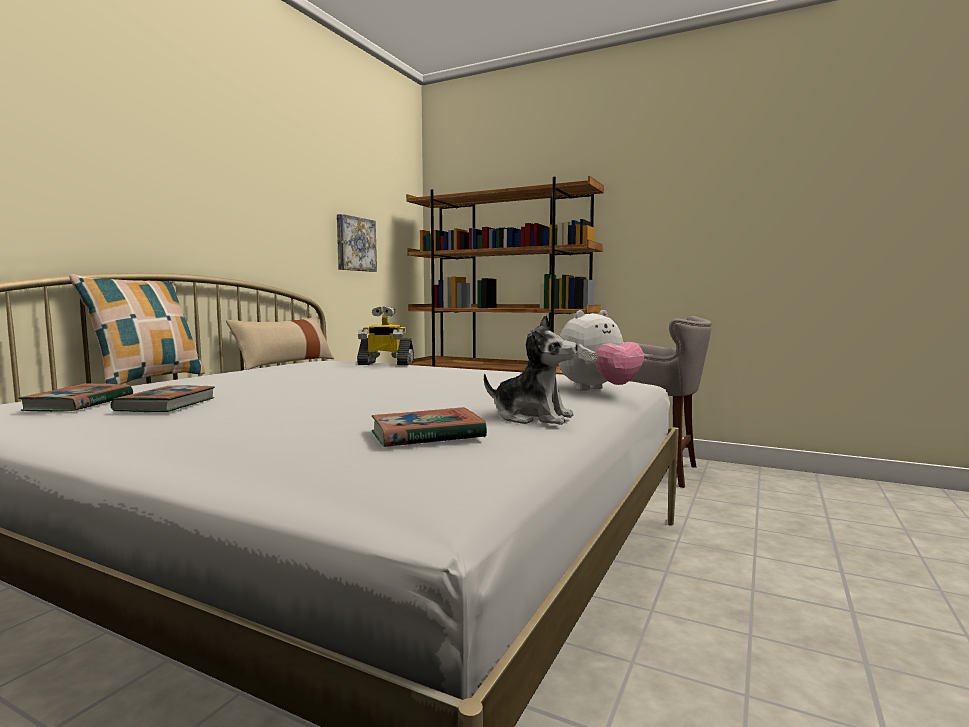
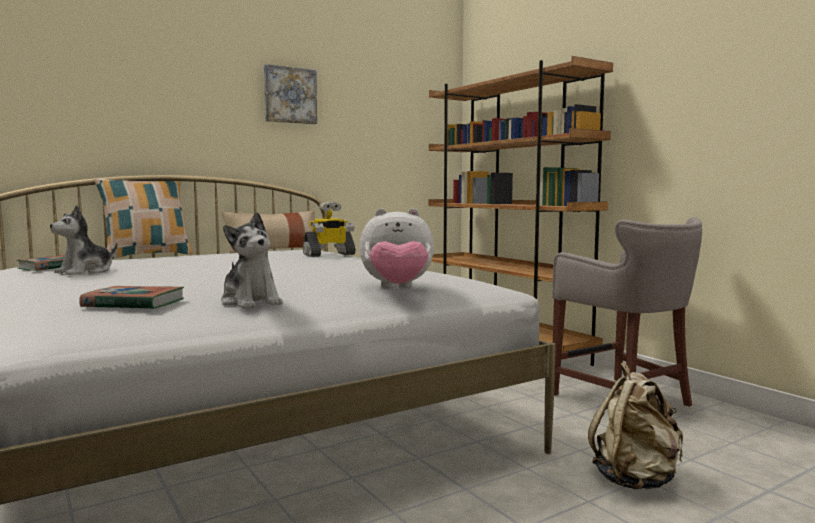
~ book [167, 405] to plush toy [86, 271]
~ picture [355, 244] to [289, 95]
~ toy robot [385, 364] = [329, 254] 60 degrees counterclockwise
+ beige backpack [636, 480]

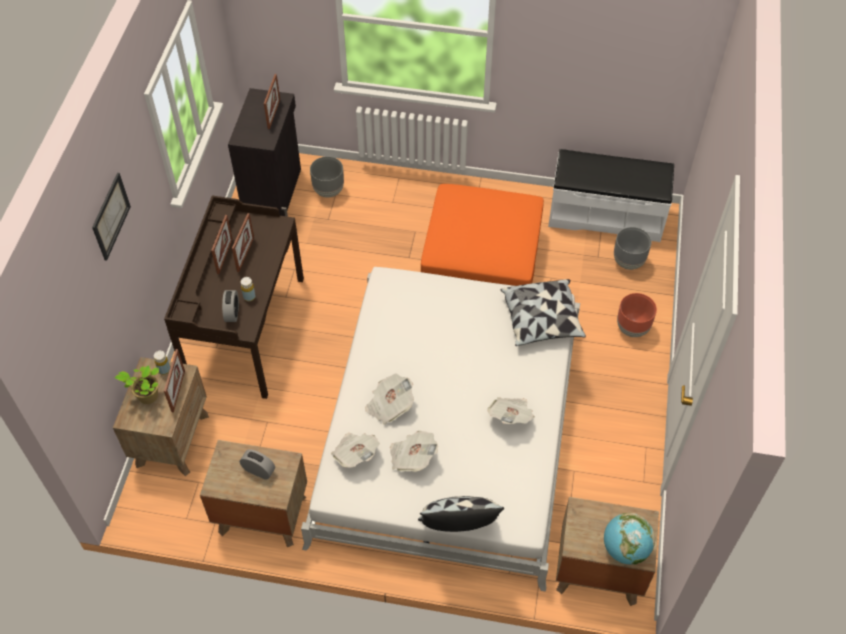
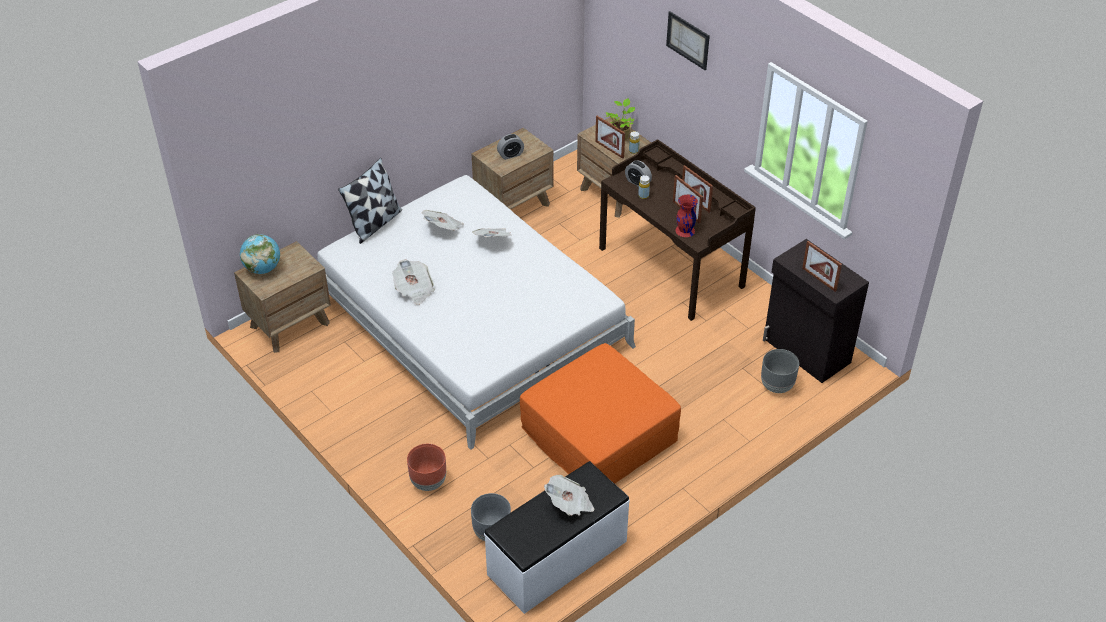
~ newspaper [355, 454] to [569, 504]
- pillow [542, 320]
+ red vase [684, 231]

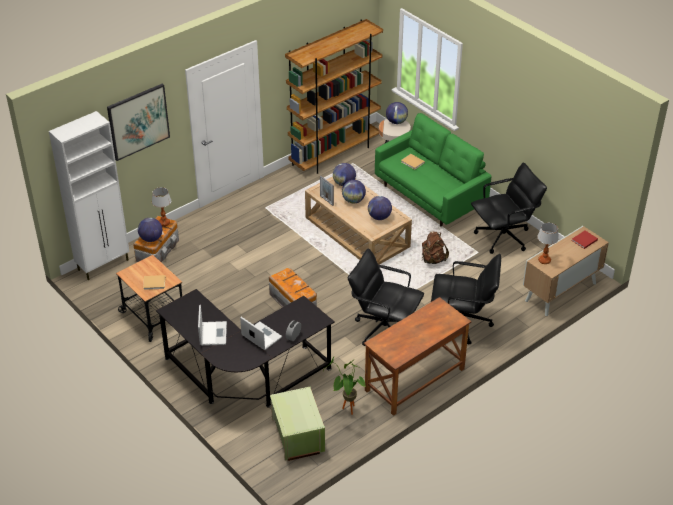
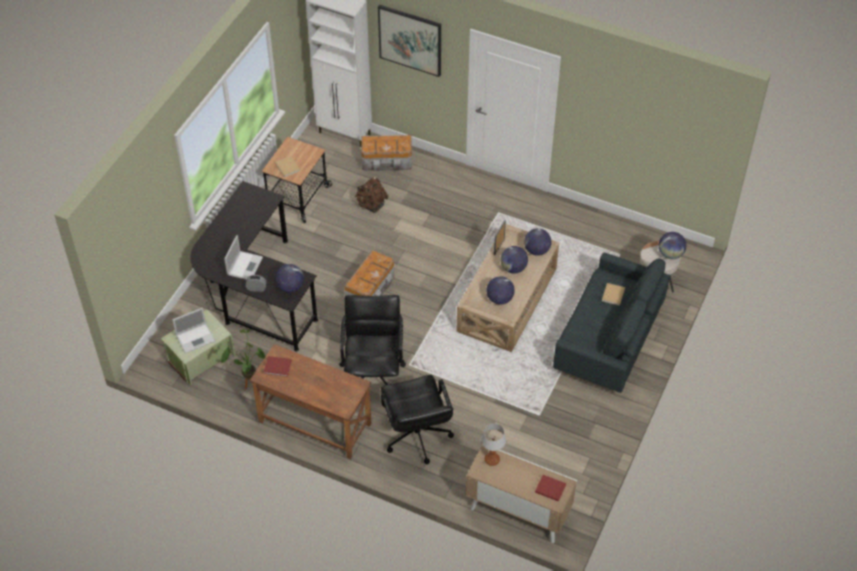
~ globe [151, 239] to [290, 287]
- table lamp [164, 223]
~ laptop [213, 333] to [196, 337]
- brown bookcase [334, 154]
~ green sofa [430, 196] to grey sofa [608, 341]
~ brown backpack [433, 259] to [371, 204]
- black office chair [503, 237]
+ red book [278, 367]

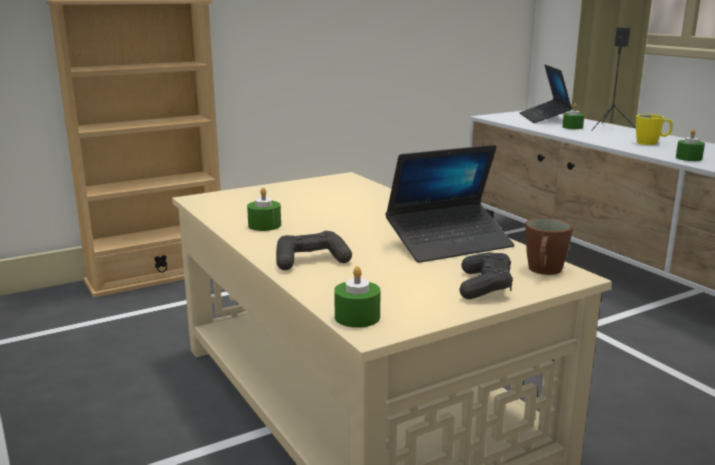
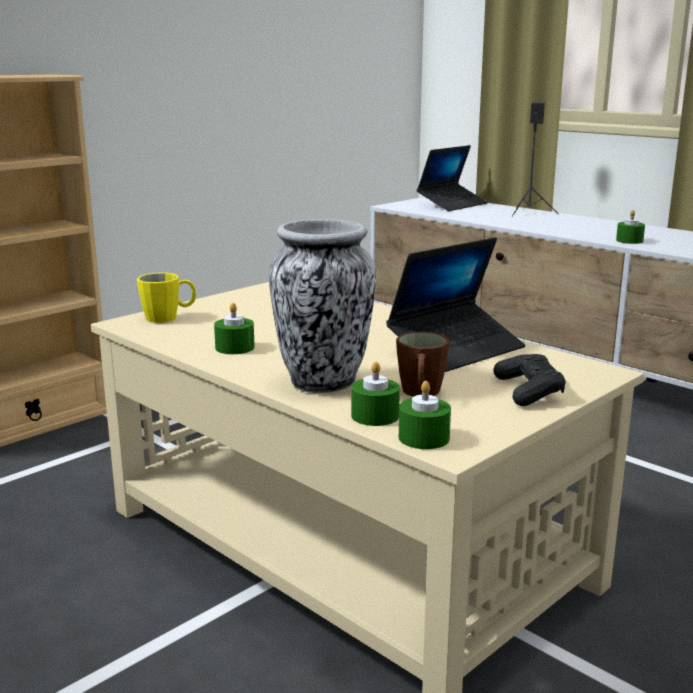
~ black game controller [311, 261] to vase [322, 383]
~ laptop [544, 118] = [452, 204] 120 degrees counterclockwise
~ brown mug [543, 271] to [420, 394]
~ green candle [572, 127] to [375, 416]
~ yellow mug [651, 143] to [168, 318]

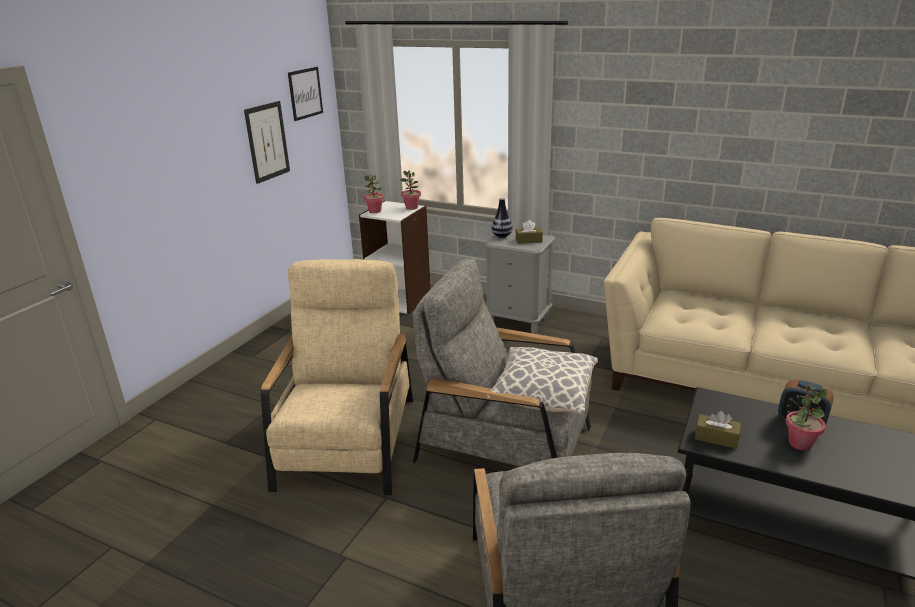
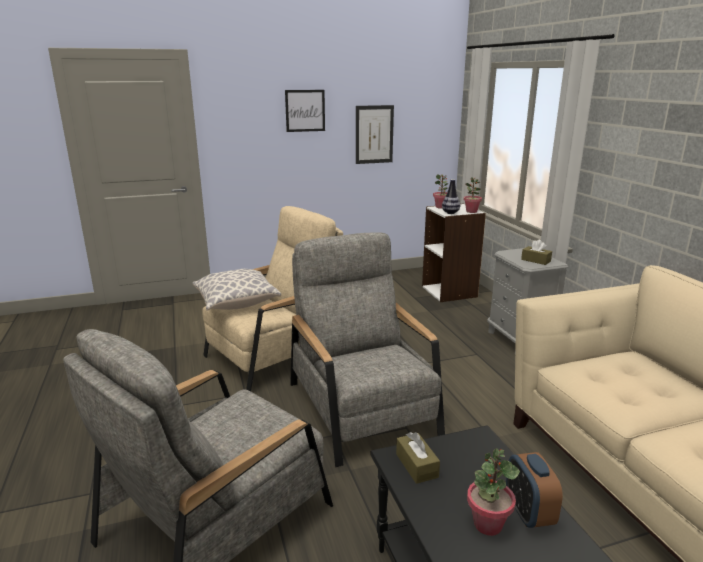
~ picture [305, 93] to [305, 110]
~ pillow [543, 395] to [236, 303]
~ vase [501, 236] to [450, 213]

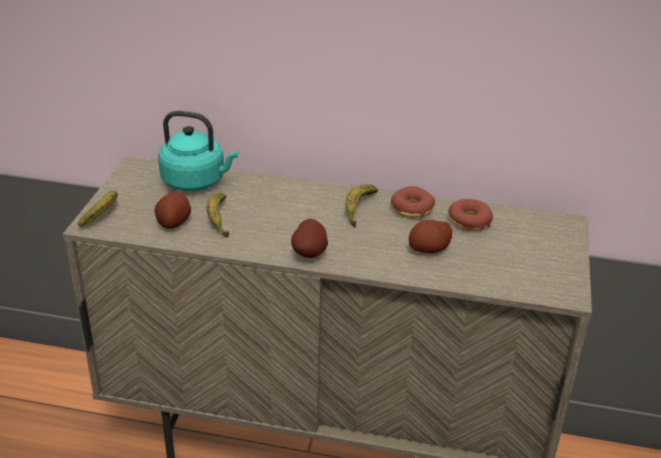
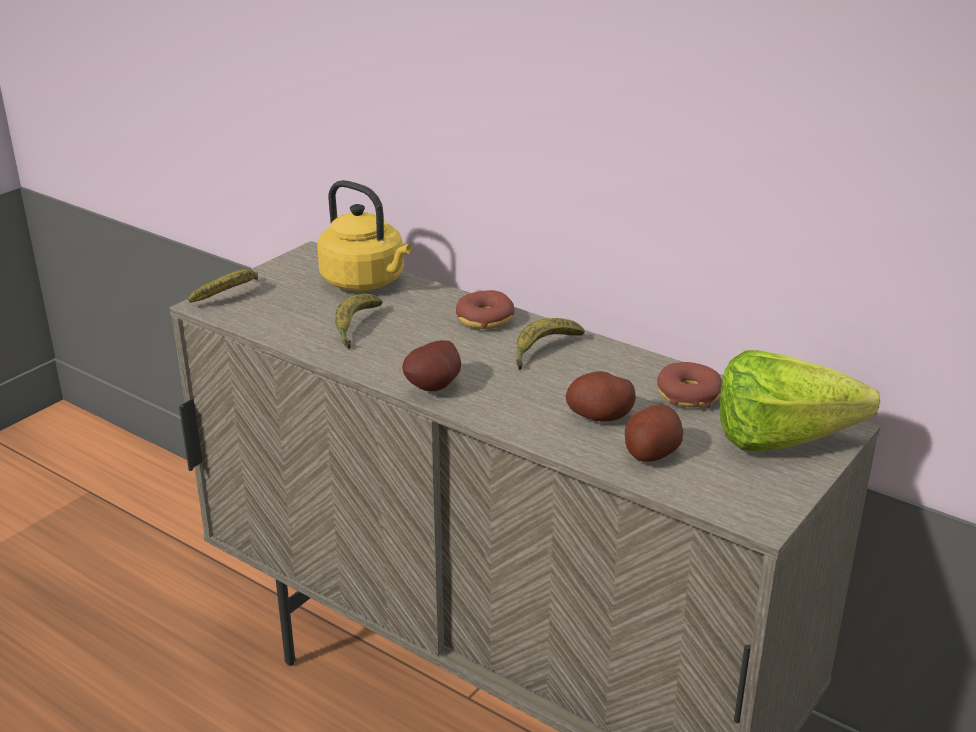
~ potato [173, 222] to [651, 452]
~ turquoise kettle [196, 181] to yellow kettle [366, 282]
~ donut [412, 208] to [485, 319]
+ lettuce [795, 442]

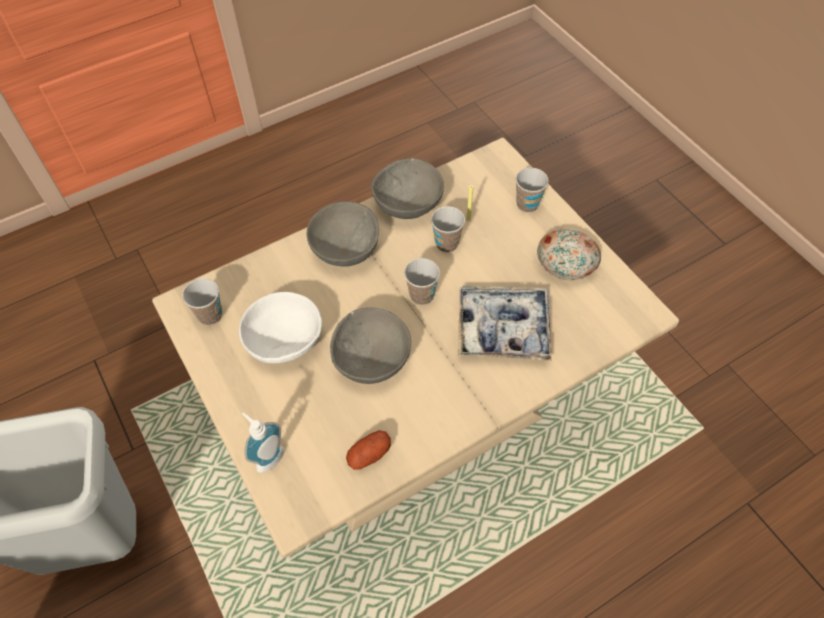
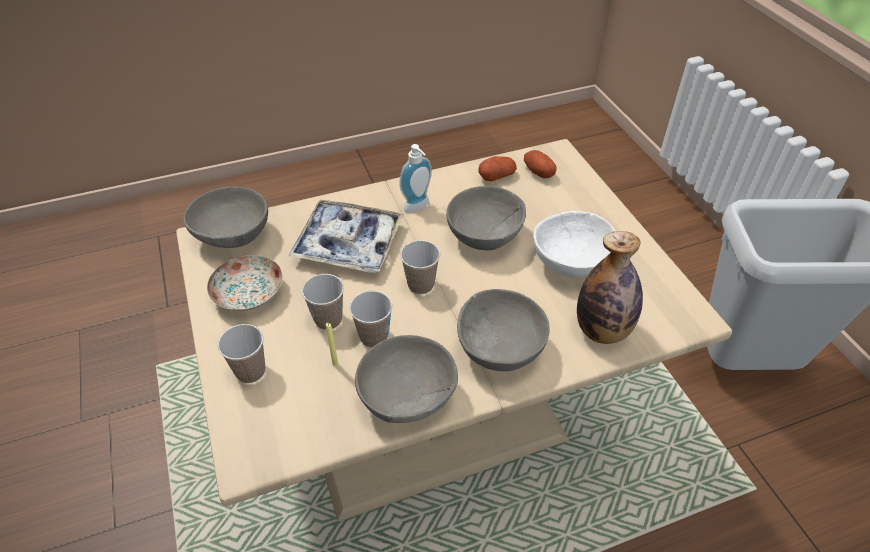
~ cup [210, 315] to [328, 319]
~ soap dispenser [267, 457] to [418, 207]
+ grey bowl [234, 236]
+ potato [538, 172]
+ bottle [602, 330]

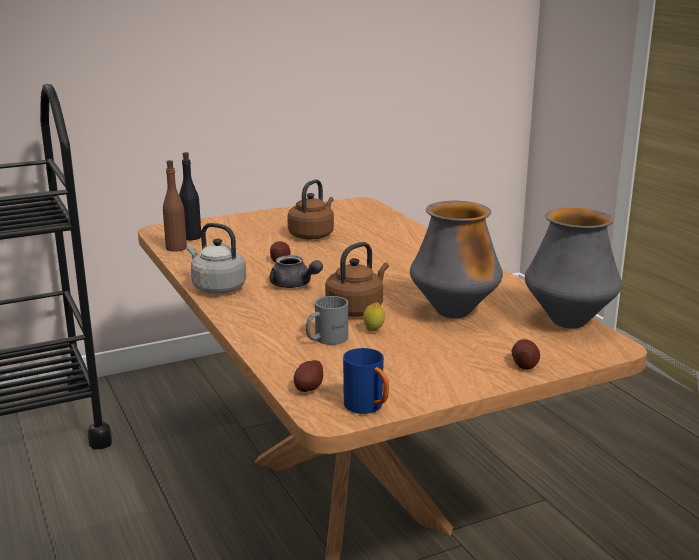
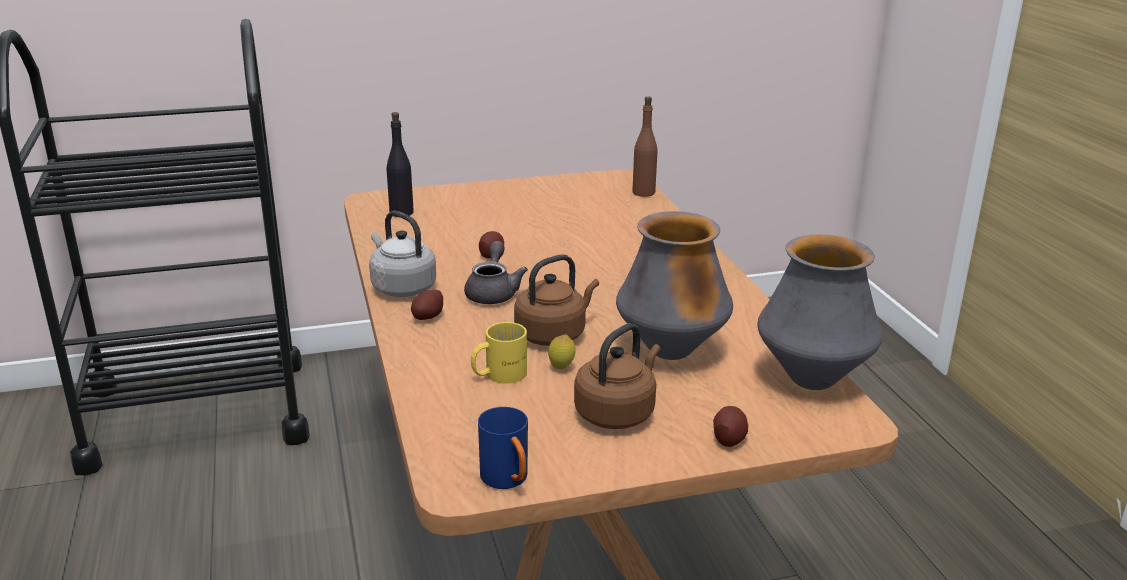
~ brown bottle [176, 248] to [643, 192]
~ grey teapot [294, 285] = [493, 292] 135 degrees counterclockwise
~ brown kettle [312, 235] to [617, 413]
~ potato [308, 388] to [427, 317]
~ grey mug [325, 339] to yellow mug [498, 374]

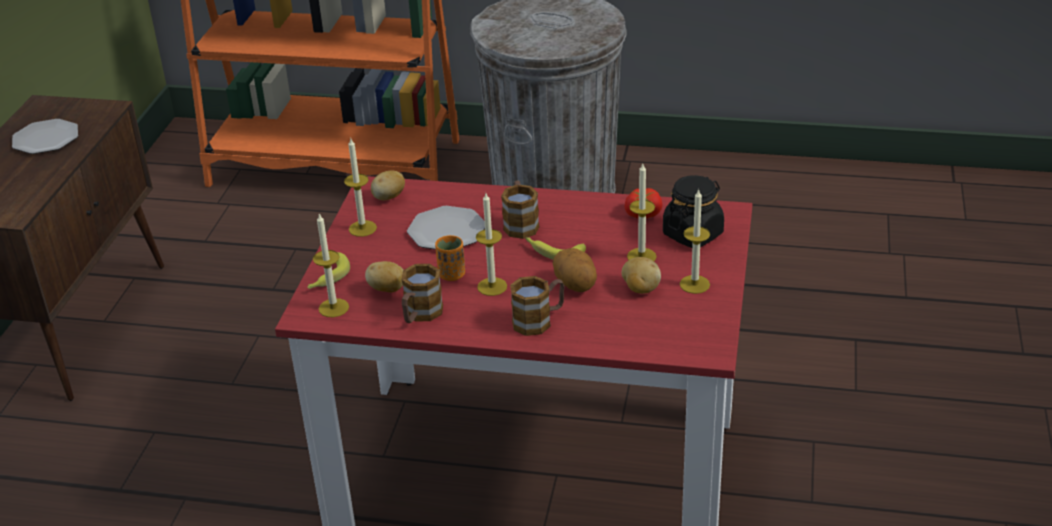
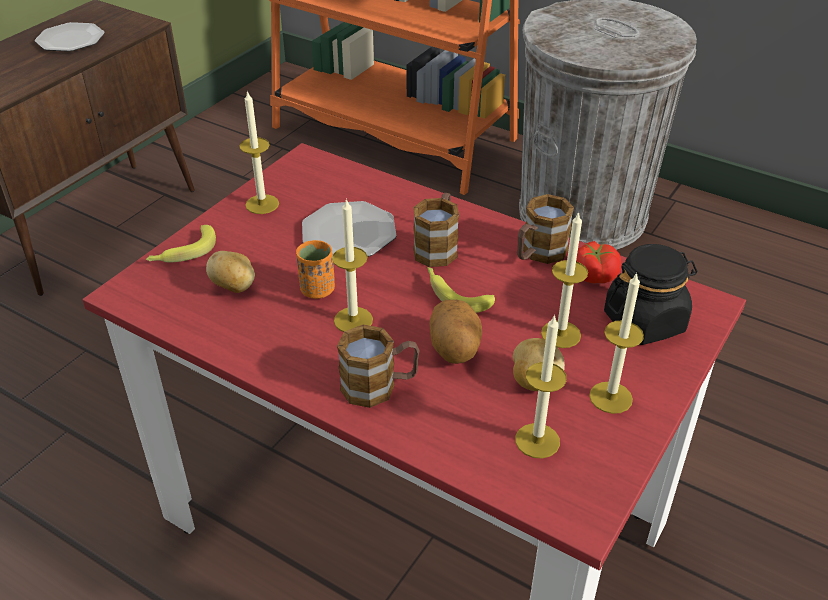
~ candle [333, 308] to [537, 440]
- potato [388, 197]
~ mug [420, 315] to [538, 254]

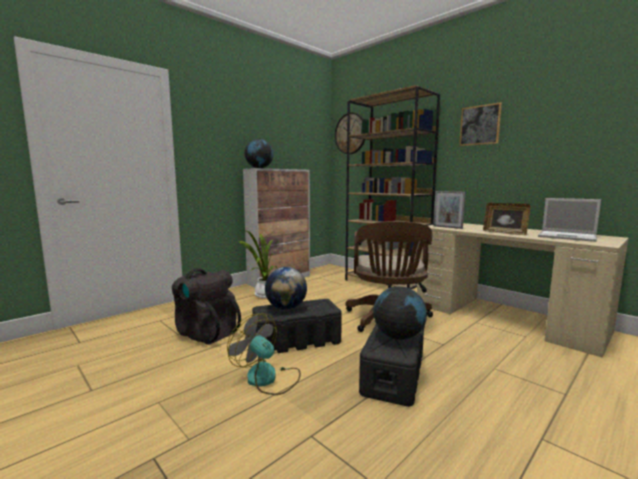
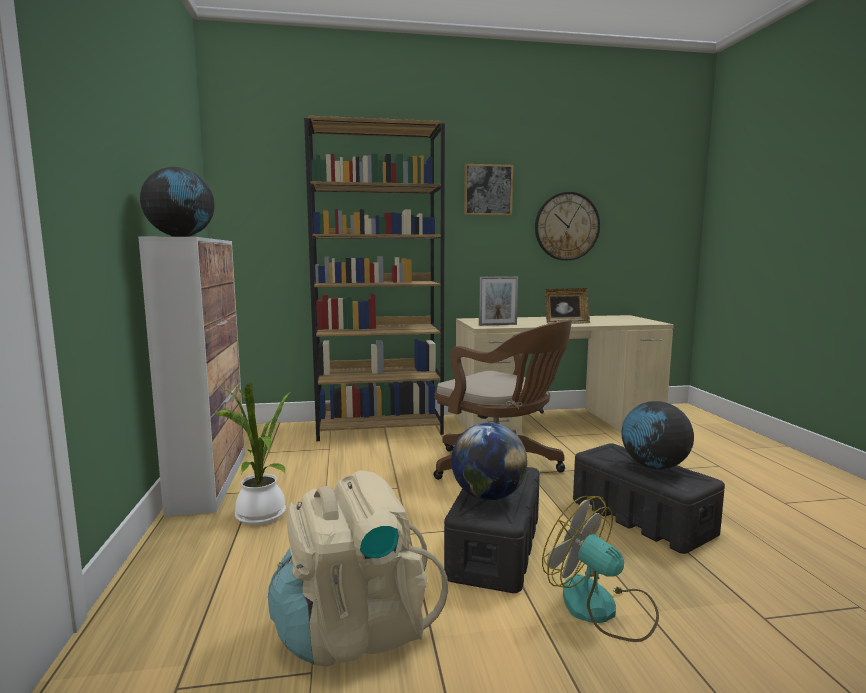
~ black backpack [205, 333] to beige backpack [355, 630]
~ fan [268, 379] = [601, 609] 60 degrees clockwise
~ wall clock [350, 133] to [566, 226]
- laptop [568, 237]

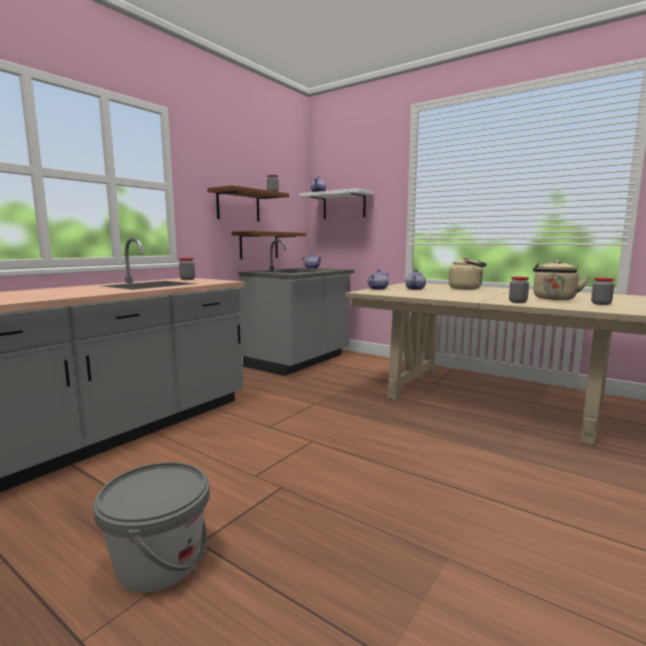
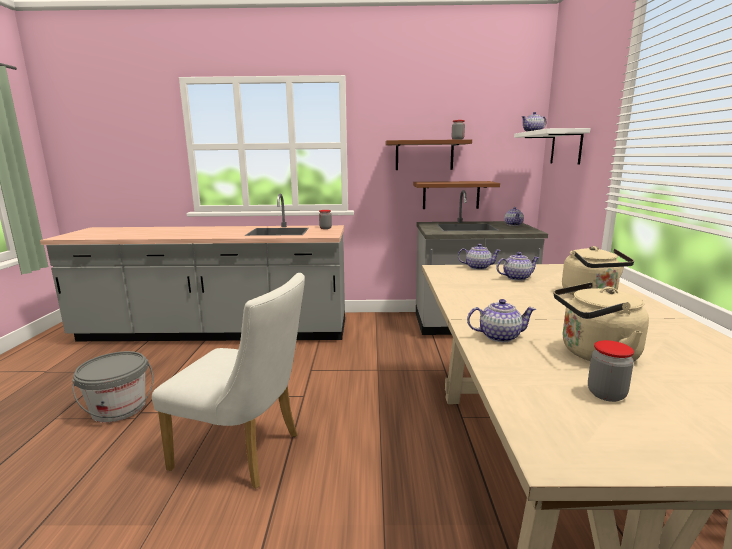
~ jar [517, 302] to teapot [499, 336]
+ white chair [245, 453]

